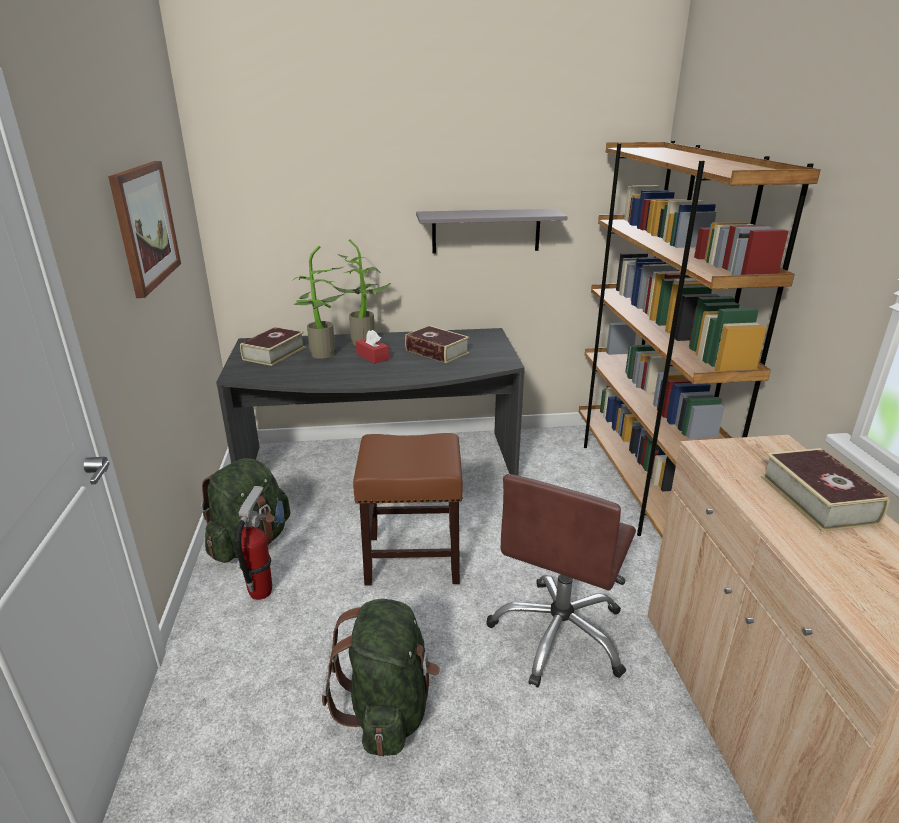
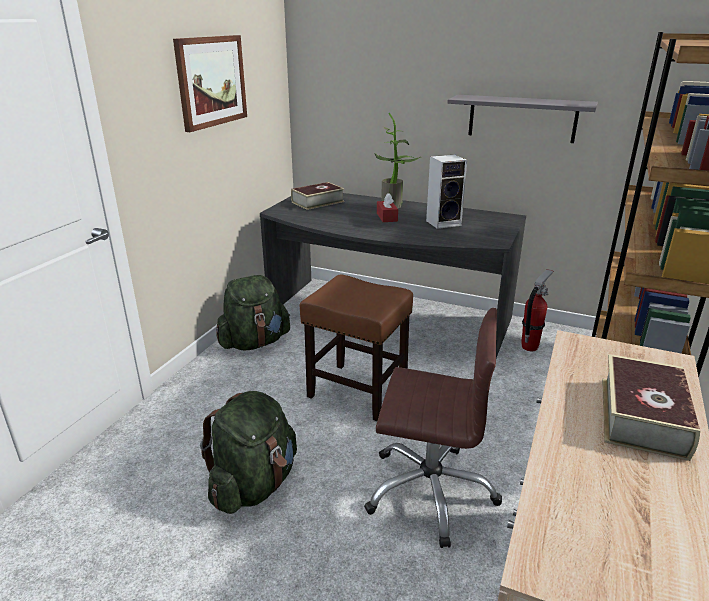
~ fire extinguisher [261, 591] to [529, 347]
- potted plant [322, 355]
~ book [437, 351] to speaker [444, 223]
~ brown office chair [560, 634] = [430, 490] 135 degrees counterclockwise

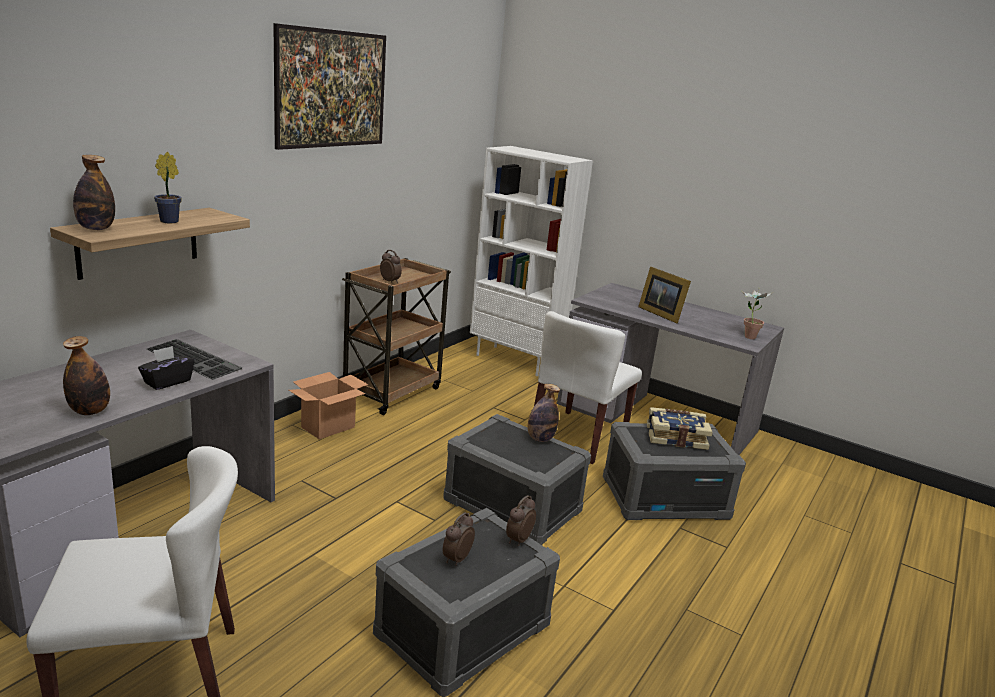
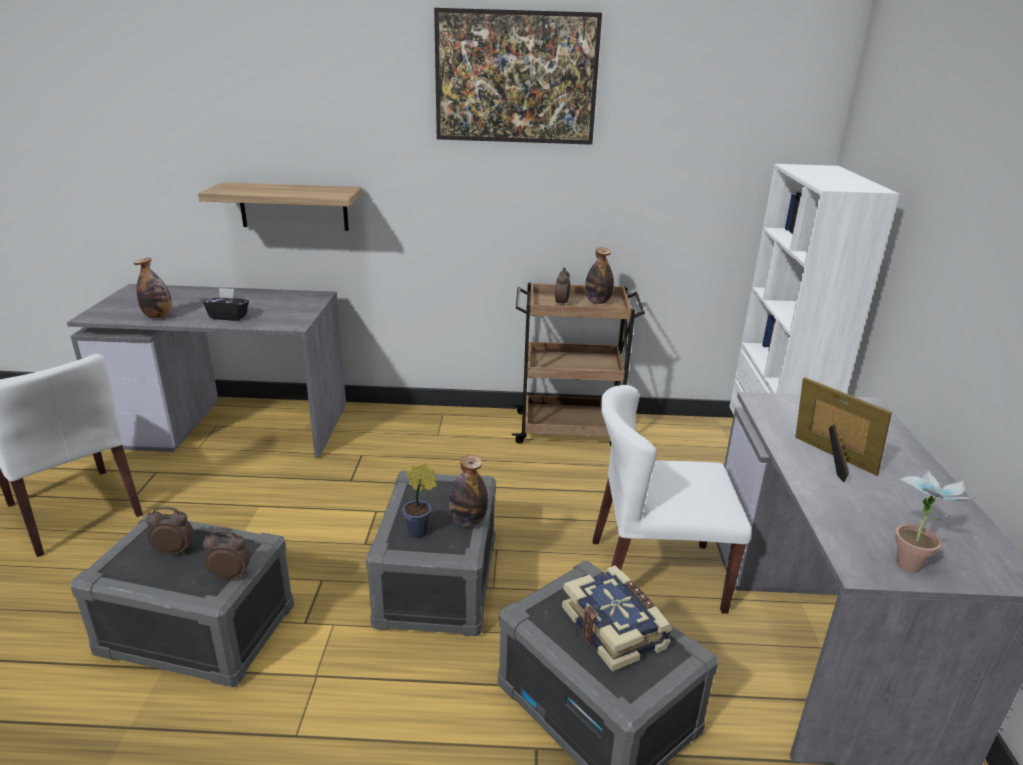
~ bottle [96, 228] to [597, 302]
- keyboard [195, 359]
~ potted plant [171, 221] to [420, 531]
- cardboard box [328, 427]
~ picture frame [660, 313] = [831, 460] 120 degrees clockwise

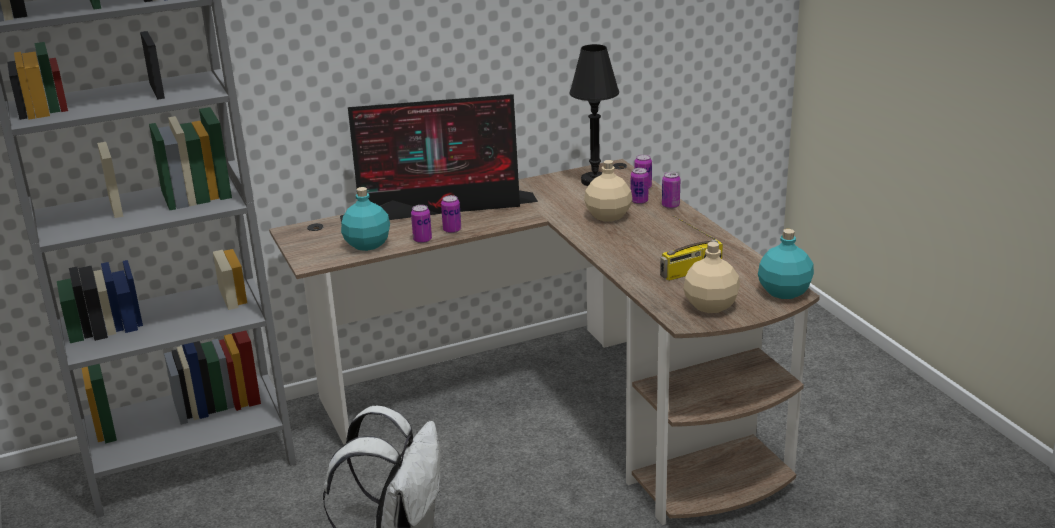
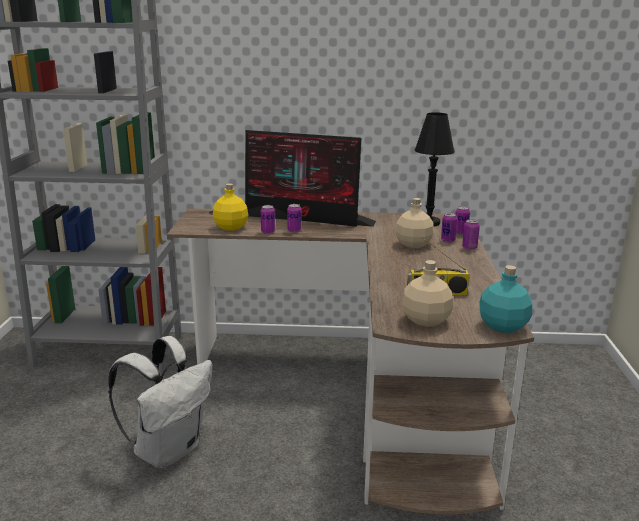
~ turquoise bottle [368, 244] to yellow bottle [231, 227]

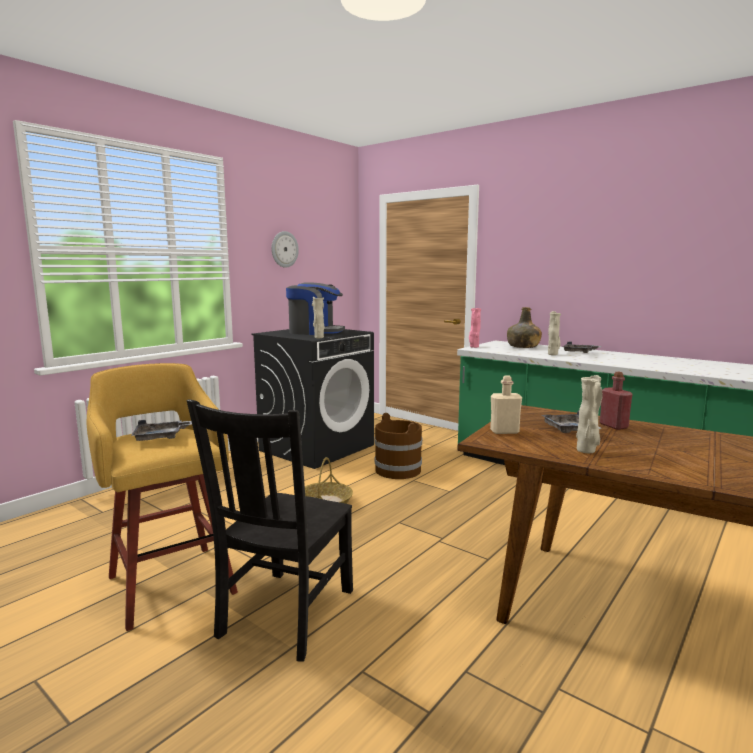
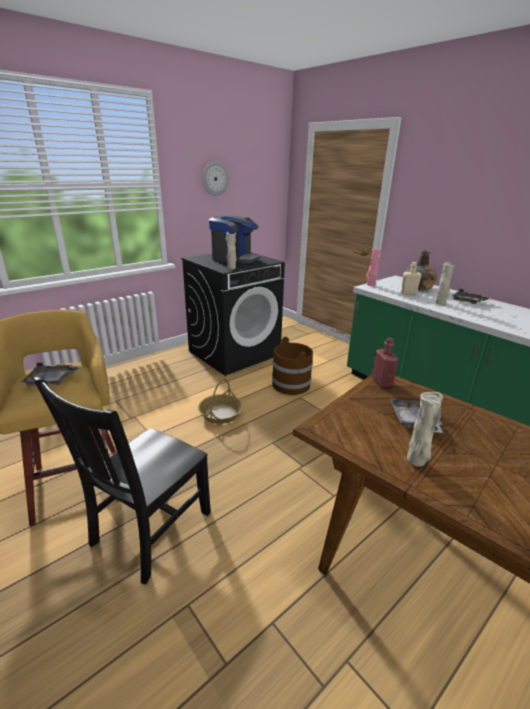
~ beige bottle [504, 431] to [408, 293]
~ red bottle [613, 426] to [382, 382]

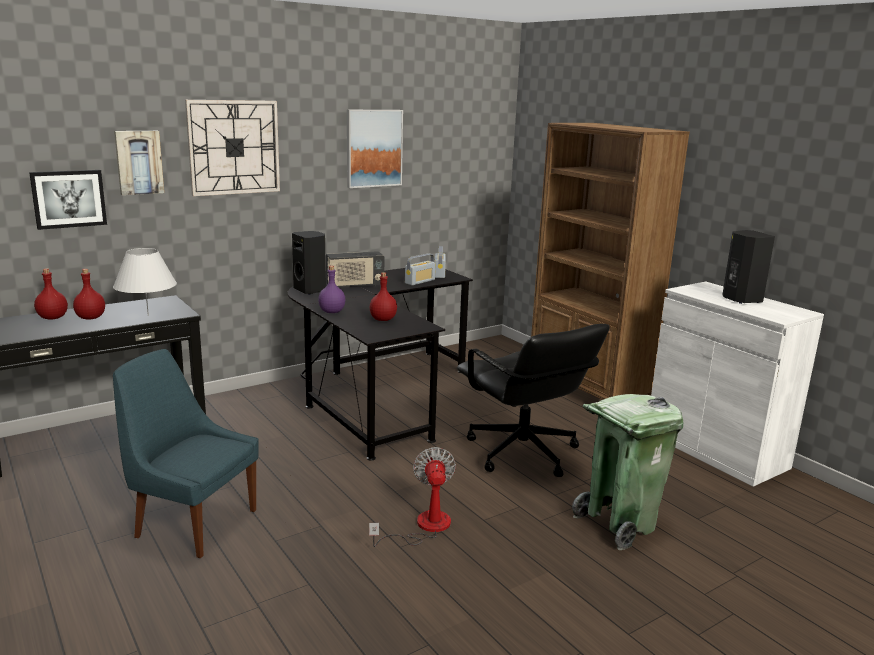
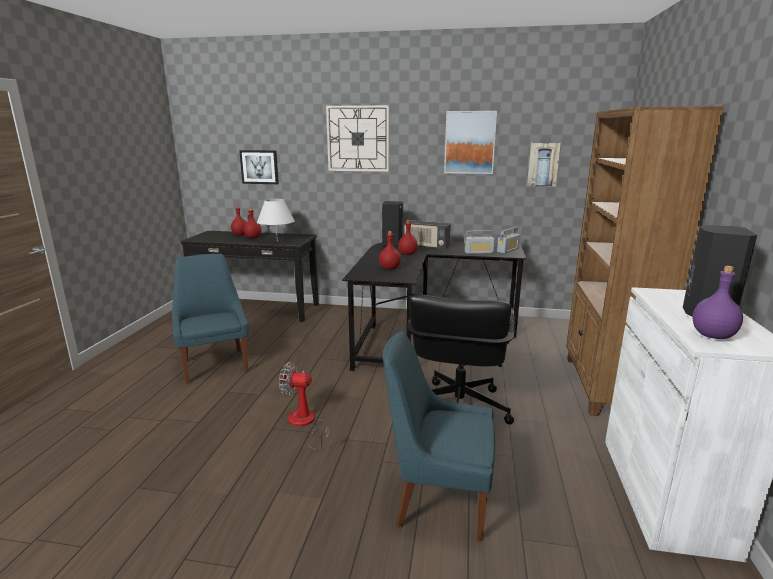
~ picture [139, 162] to [543, 164]
~ purple bottle [332, 311] to [713, 335]
~ fan [423, 527] = [305, 424] 120 degrees counterclockwise
~ green trash can [619, 524] to blue chair [438, 499]
+ red bottle [407, 254]

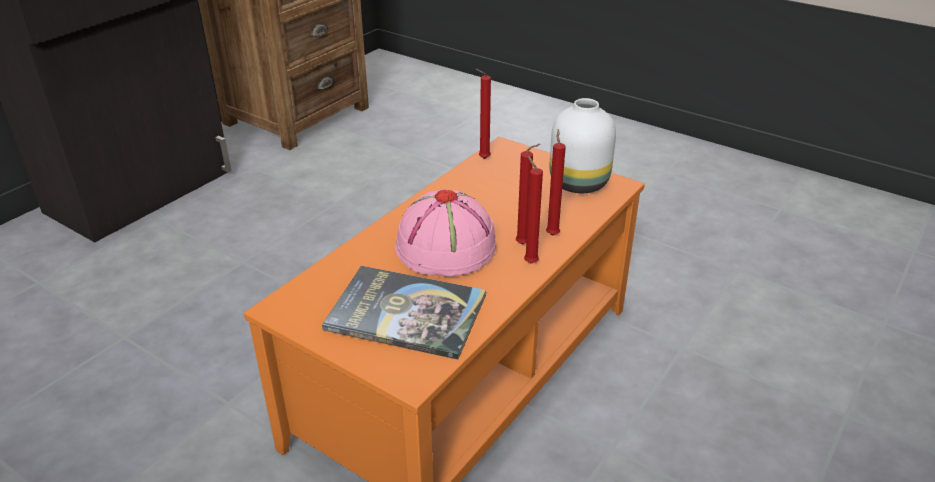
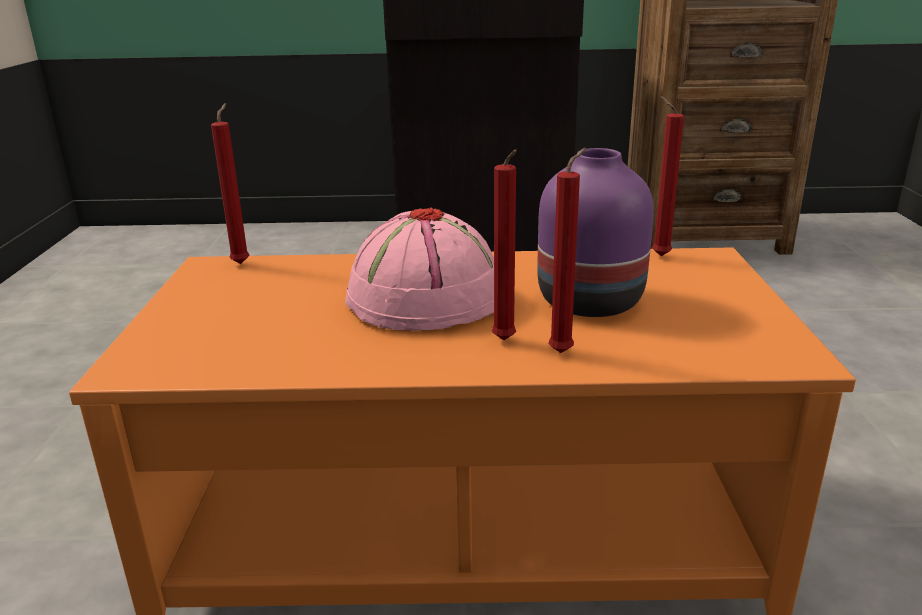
- book [406, 313]
~ red candle [529, 262] to [242, 262]
- white vase [579, 182]
+ purple vase [587, 301]

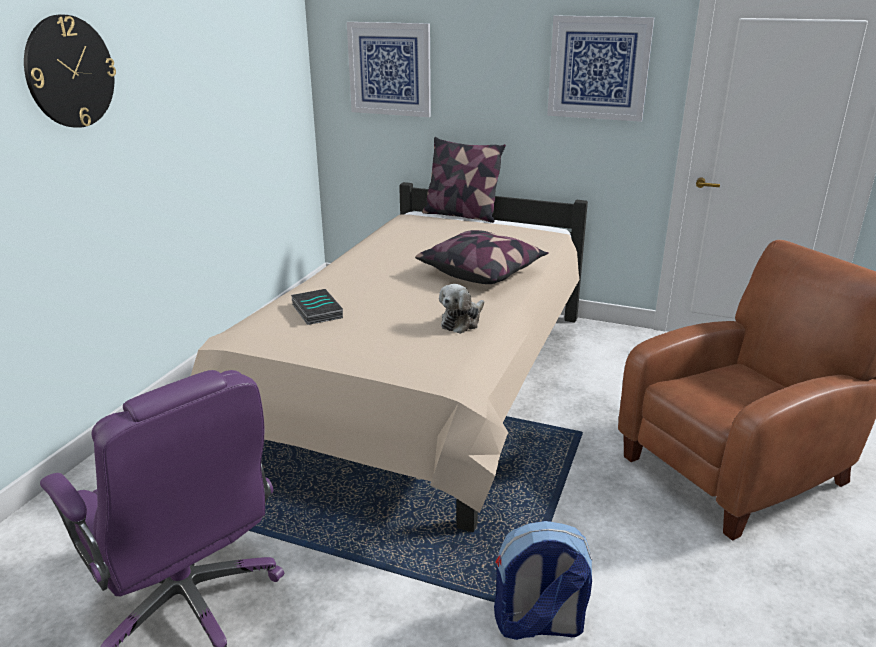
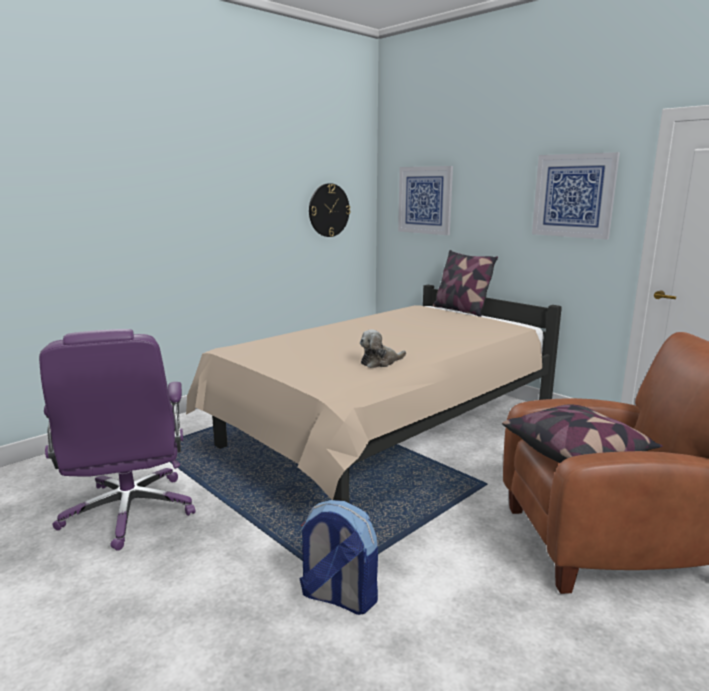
~ wall clock [70, 72] to [328, 210]
- book [315, 311]
~ pillow [482, 272] to [577, 453]

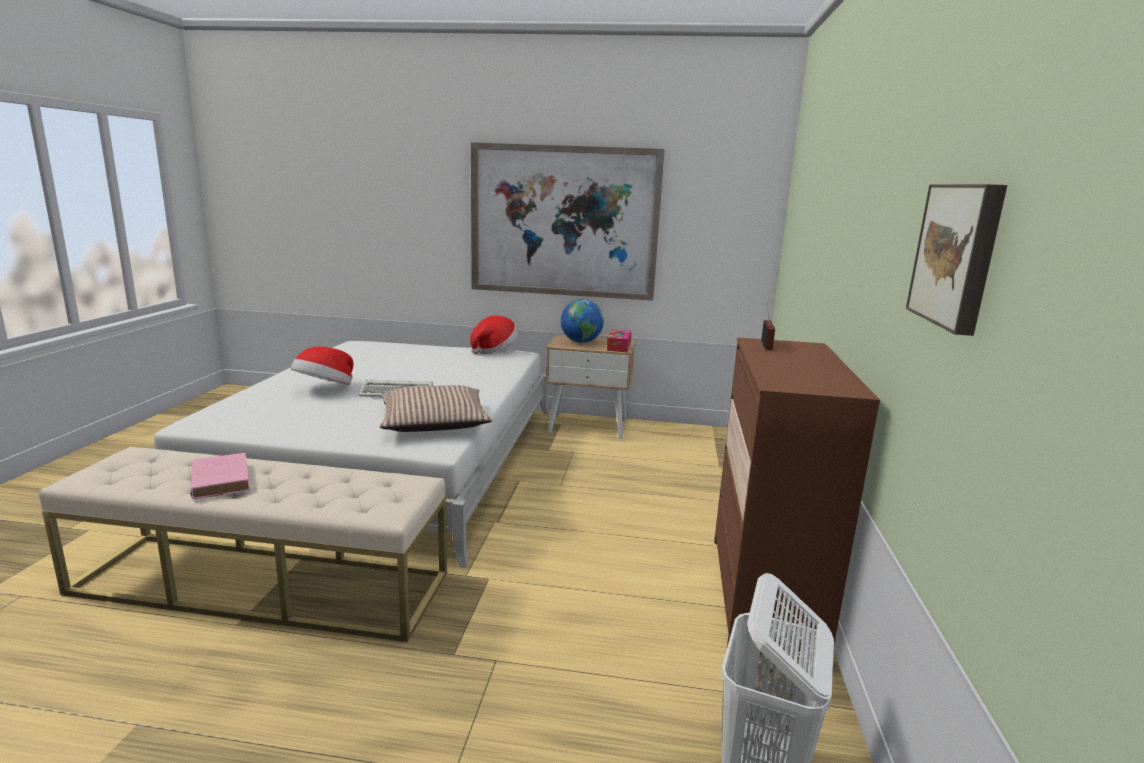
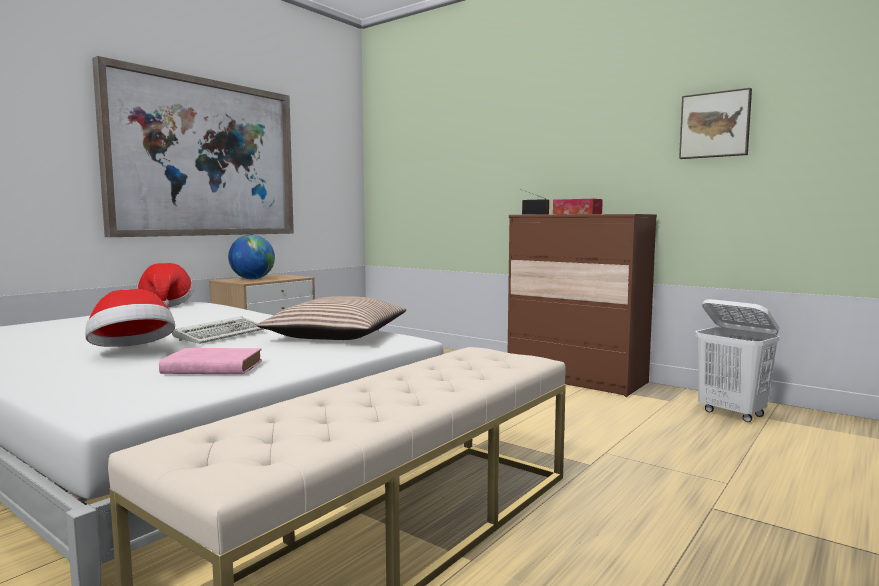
~ pink book [220, 479] to [210, 367]
~ tissue box [618, 347] to [577, 214]

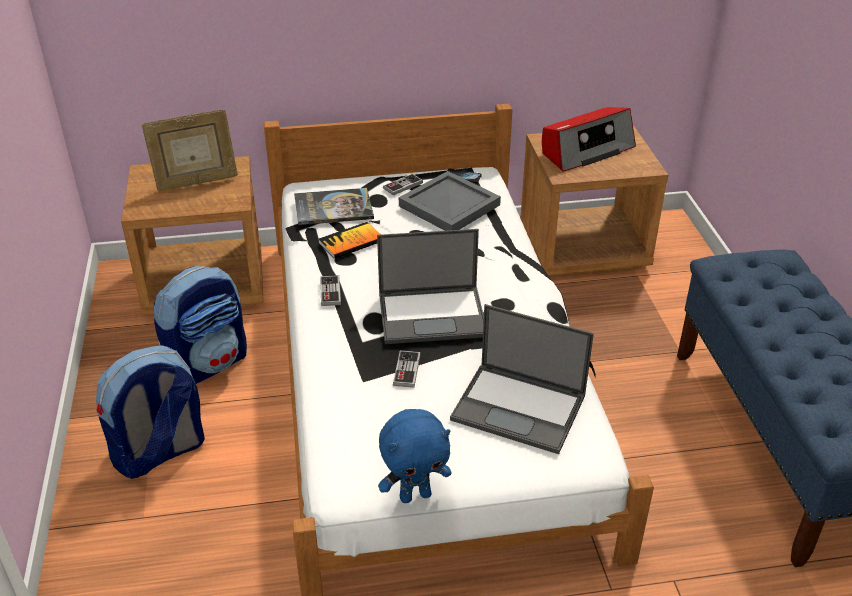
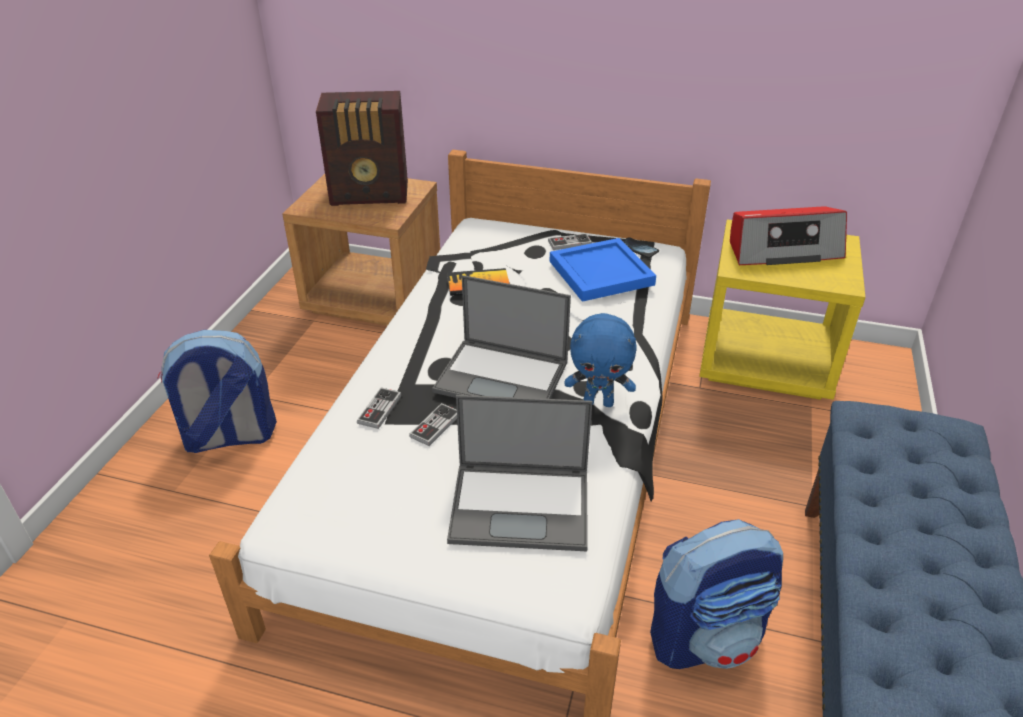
~ picture frame [196, 182] to radio [371, 194]
~ backpack [208, 363] to [706, 637]
- book [333, 208]
~ game controller [330, 292] to [379, 409]
~ blue plush toy [415, 495] to [599, 402]
~ grey tray [449, 204] to blue tray [601, 272]
~ laptop [520, 408] = [522, 505] 45 degrees counterclockwise
~ brown nightstand [584, 248] to yellow nightstand [766, 361]

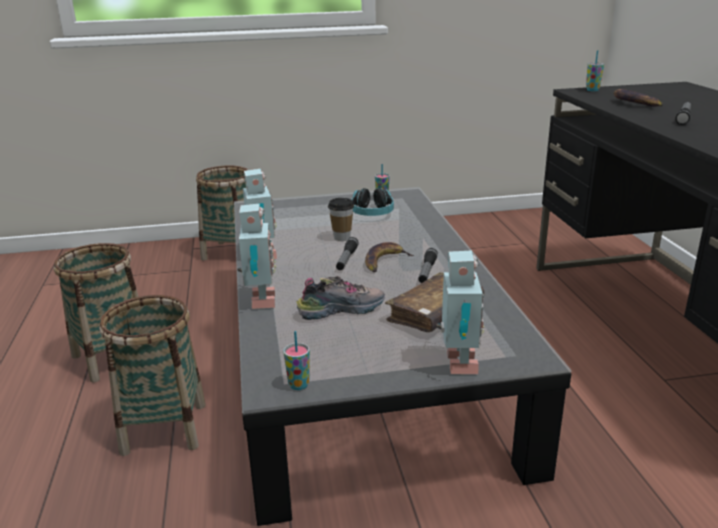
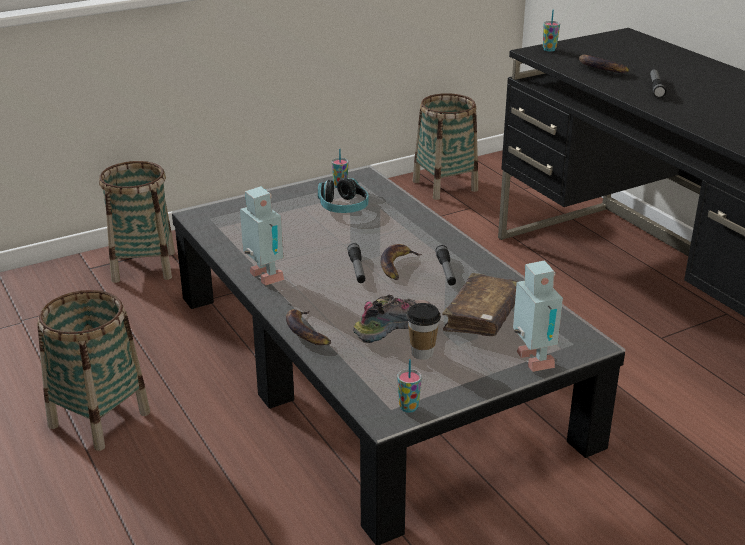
~ basket [164, 428] to [444, 186]
~ toy robot [260, 302] to banana [306, 332]
~ cup [342, 237] to [422, 353]

